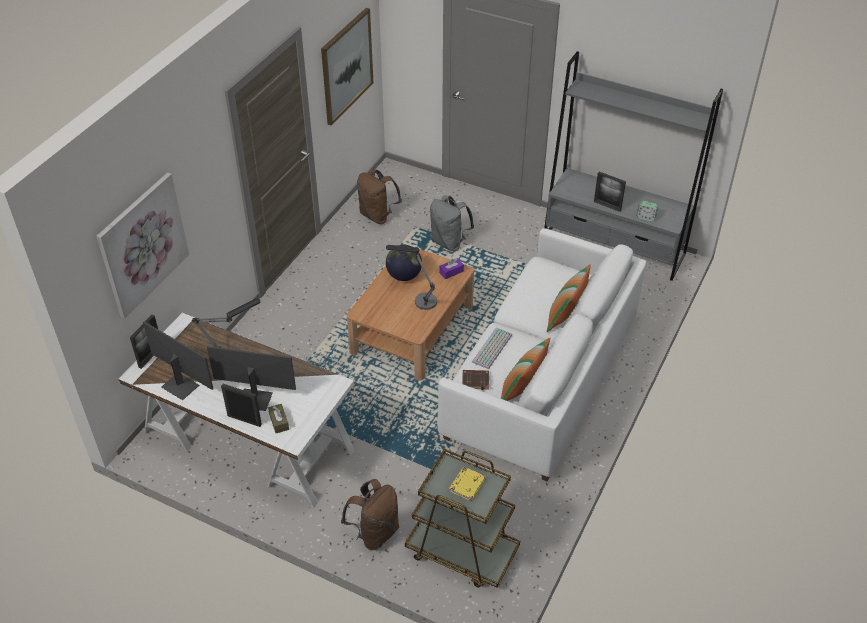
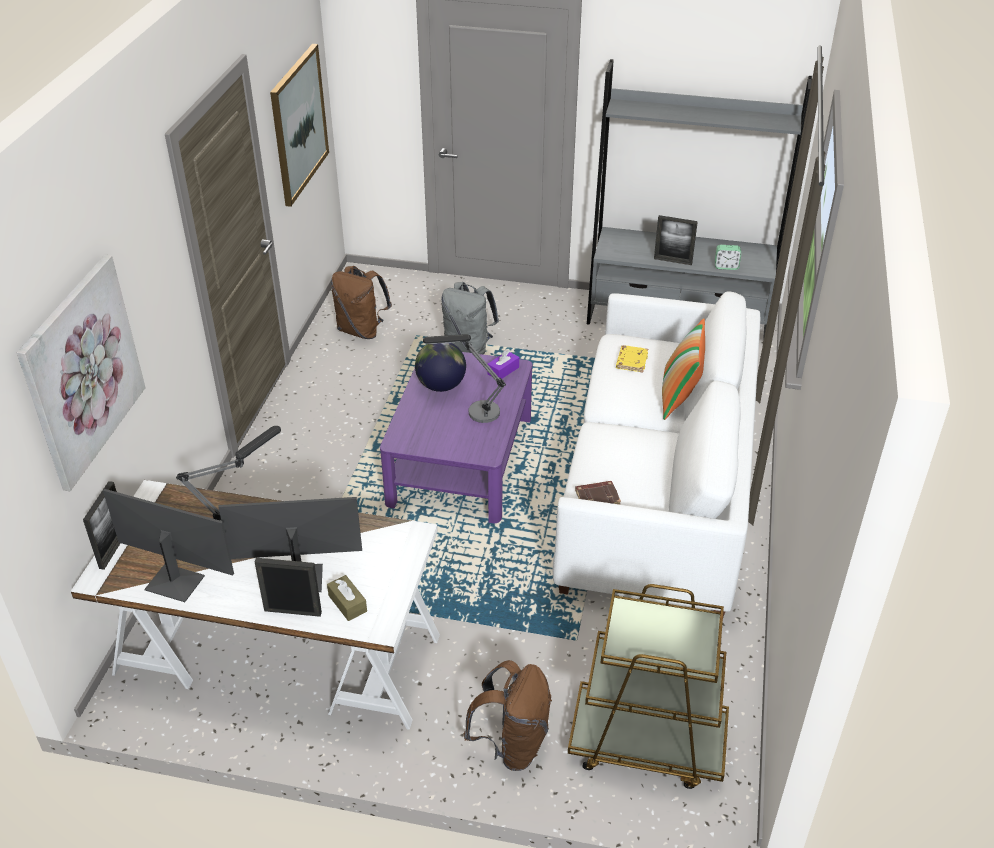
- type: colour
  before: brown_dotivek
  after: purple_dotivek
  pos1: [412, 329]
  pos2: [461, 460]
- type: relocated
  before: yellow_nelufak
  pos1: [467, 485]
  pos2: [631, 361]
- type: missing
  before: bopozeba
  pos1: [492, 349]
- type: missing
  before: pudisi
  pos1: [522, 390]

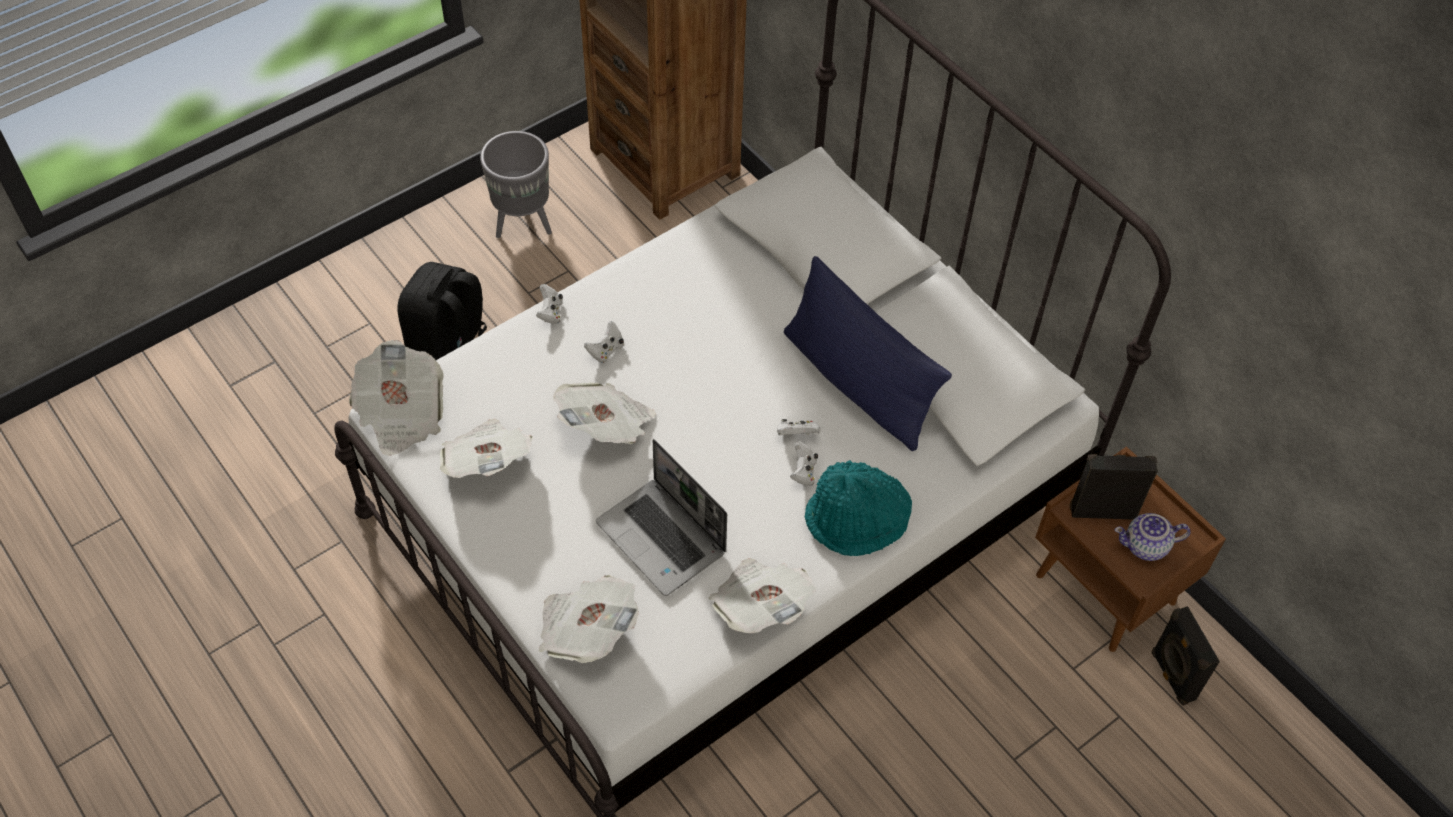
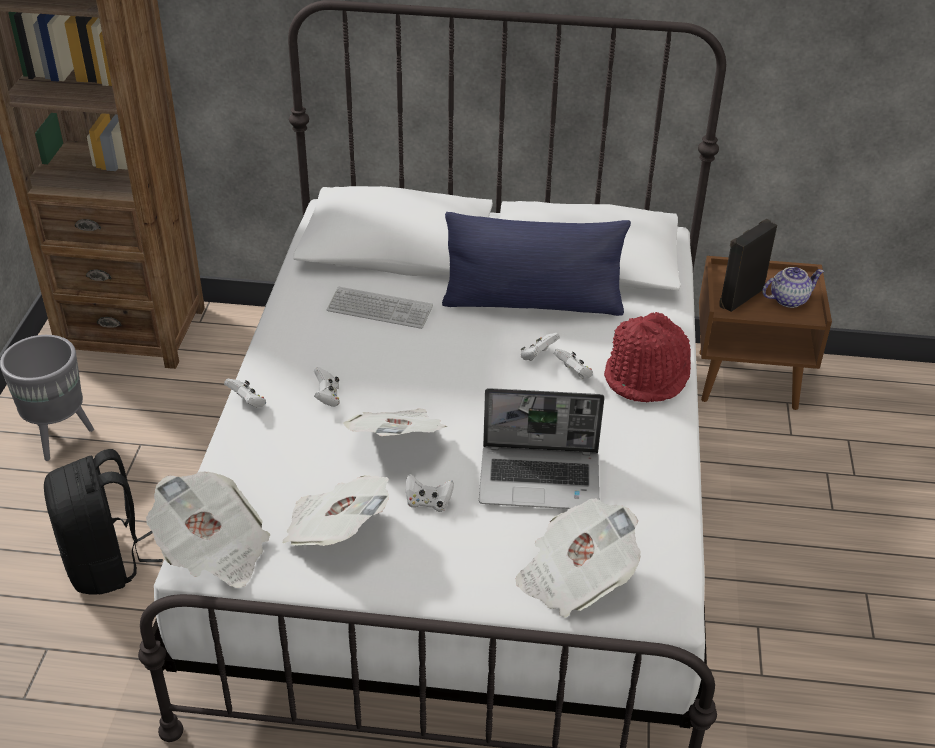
- type: missing
  before: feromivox
  pos1: [760, 606]
- type: colour
  before: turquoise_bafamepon
  after: red_bafamepon
  pos1: [856, 521]
  pos2: [647, 376]
- type: spun
  before: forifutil
  pos1: [1145, 547]
  pos2: [788, 299]
  turn: -150
- type: missing
  before: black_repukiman
  pos1: [1171, 676]
- type: appeared
  after: bopozeba
  pos2: [380, 309]
- type: appeared
  after: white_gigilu
  pos2: [428, 503]

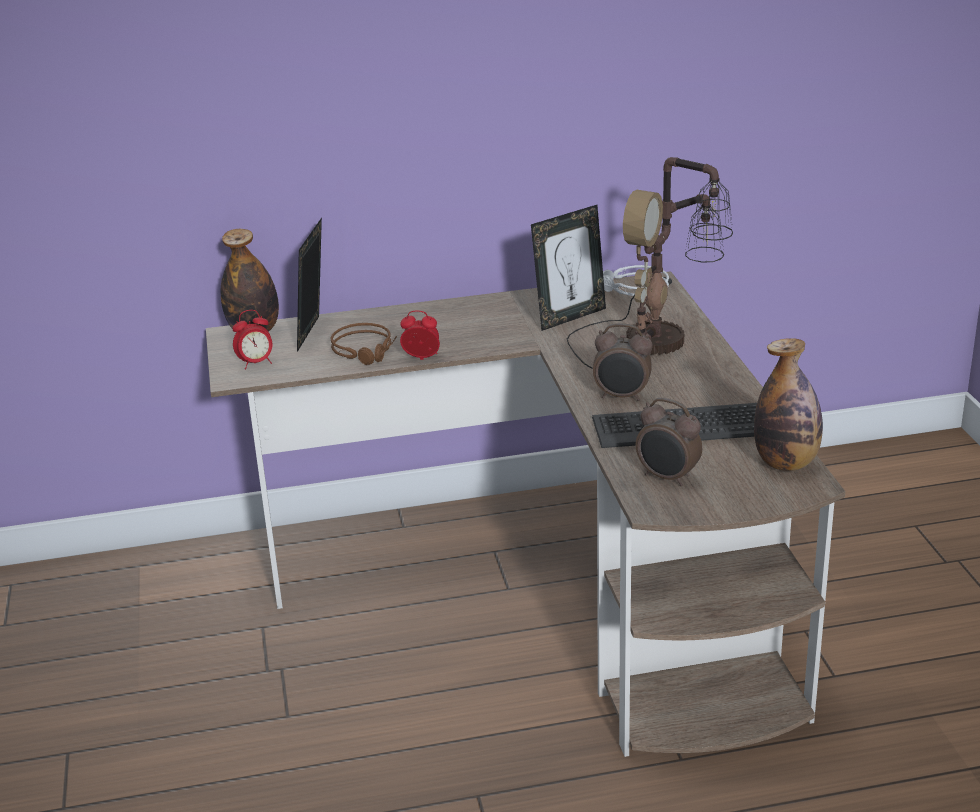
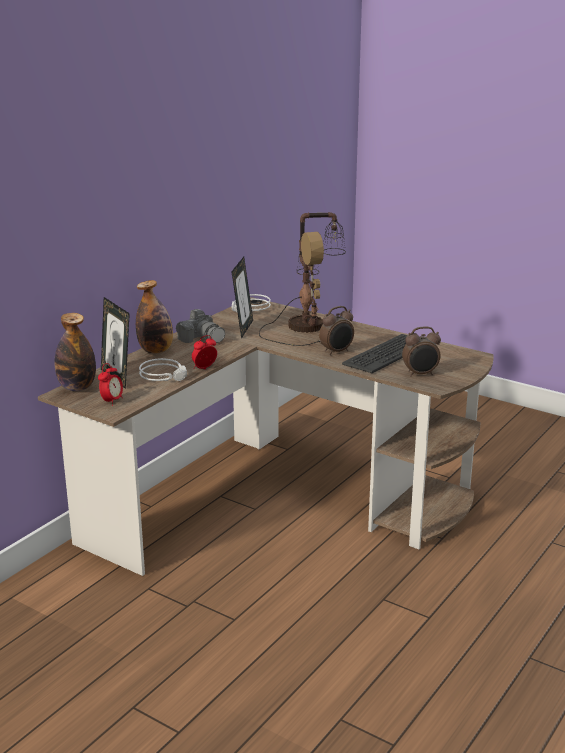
- type: colour
  before: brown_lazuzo
  after: grey_lazuzo
  pos1: [366, 350]
  pos2: [165, 375]
- type: relocated
  before: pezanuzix
  pos1: [786, 463]
  pos2: [156, 351]
- type: appeared
  after: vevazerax
  pos2: [202, 338]

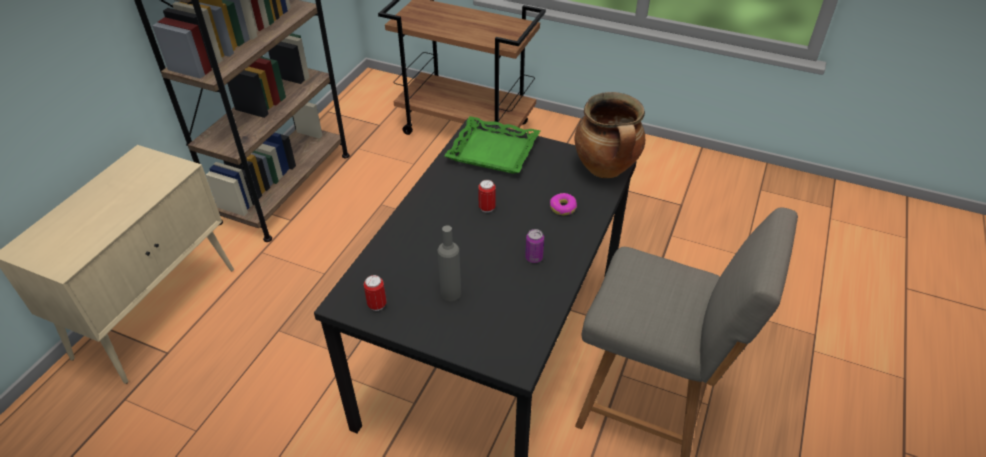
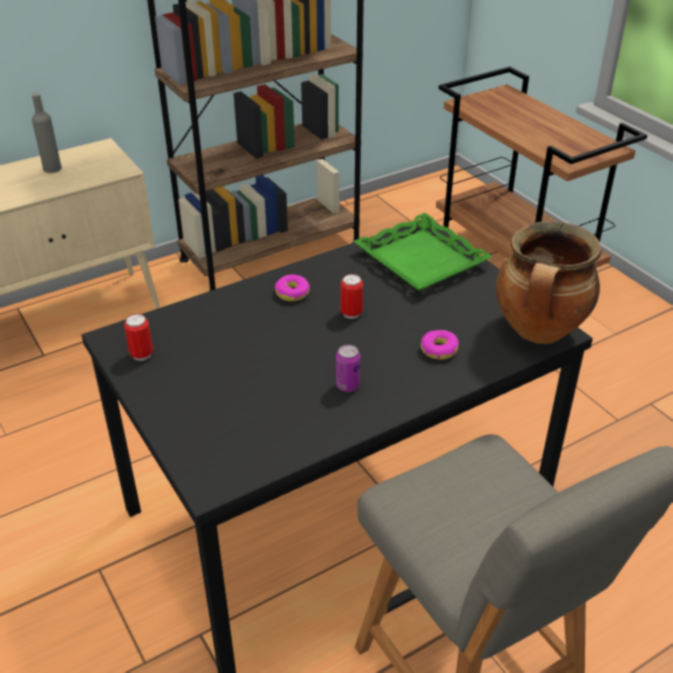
- type: relocated
  before: grey_pezanuzix
  pos1: [451, 293]
  pos2: [52, 168]
- type: appeared
  after: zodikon
  pos2: [292, 293]

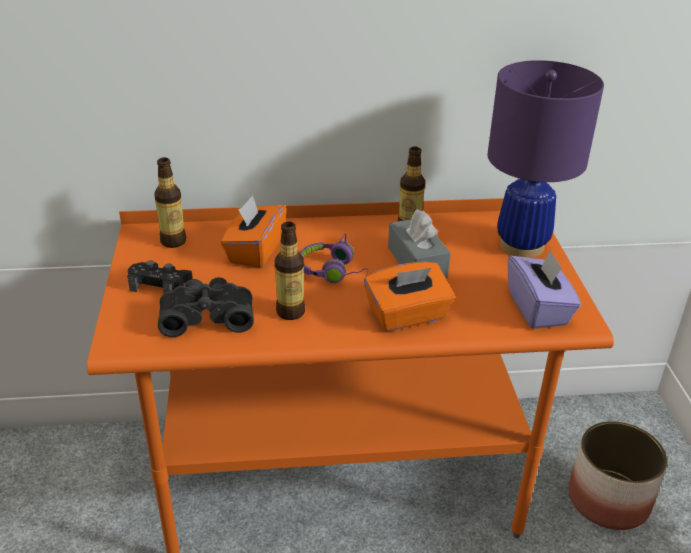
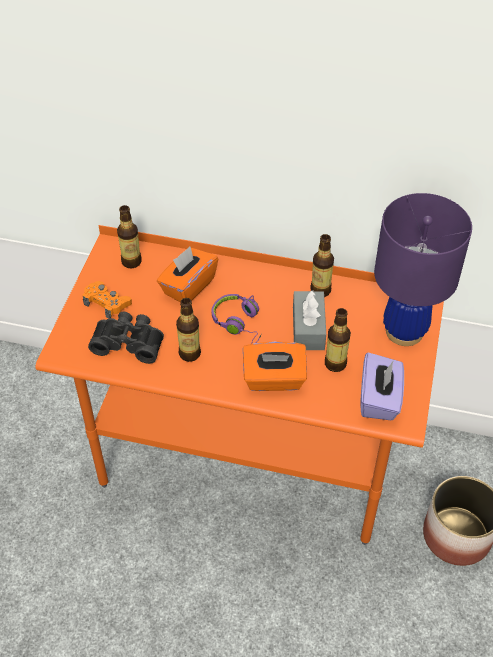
- type: colour
  before: black_gigilu
  after: orange_gigilu
  pos1: [160, 284]
  pos2: [107, 303]
- type: appeared
  after: pezanuzix
  pos2: [335, 364]

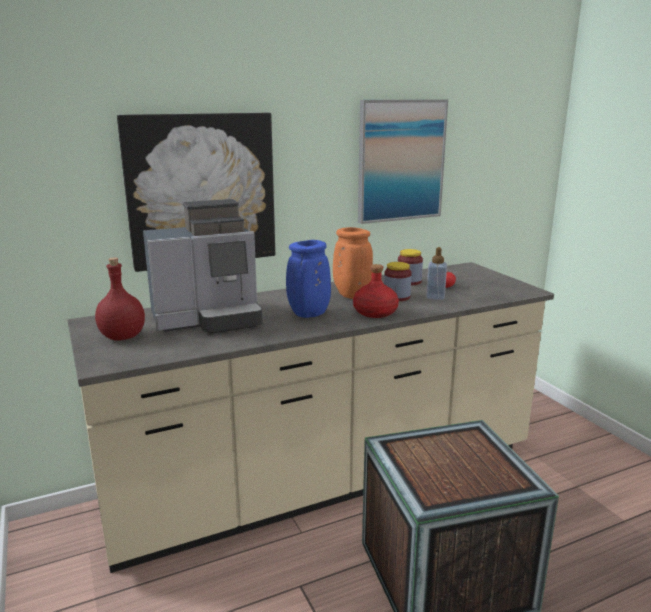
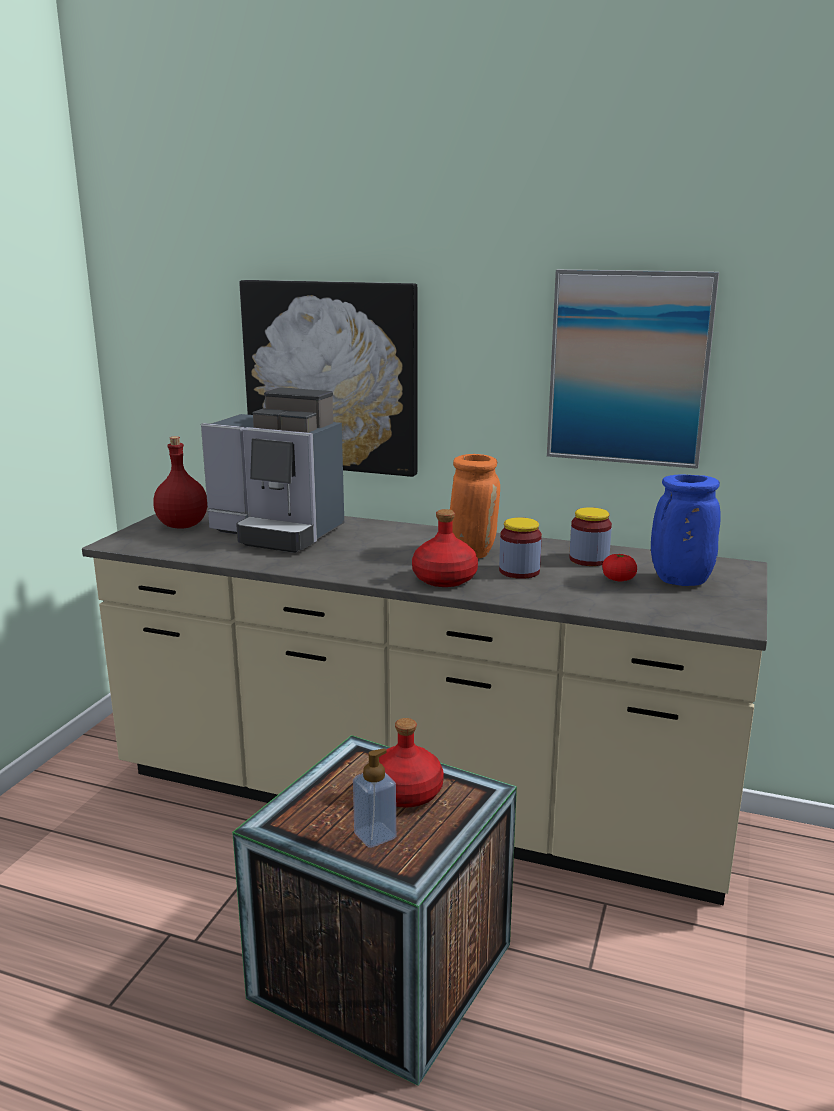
- type: relocated
  before: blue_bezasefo
  pos1: [308, 314]
  pos2: [679, 581]
- type: relocated
  before: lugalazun
  pos1: [435, 297]
  pos2: [375, 835]
- type: appeared
  after: red_pezanuzix
  pos2: [406, 793]

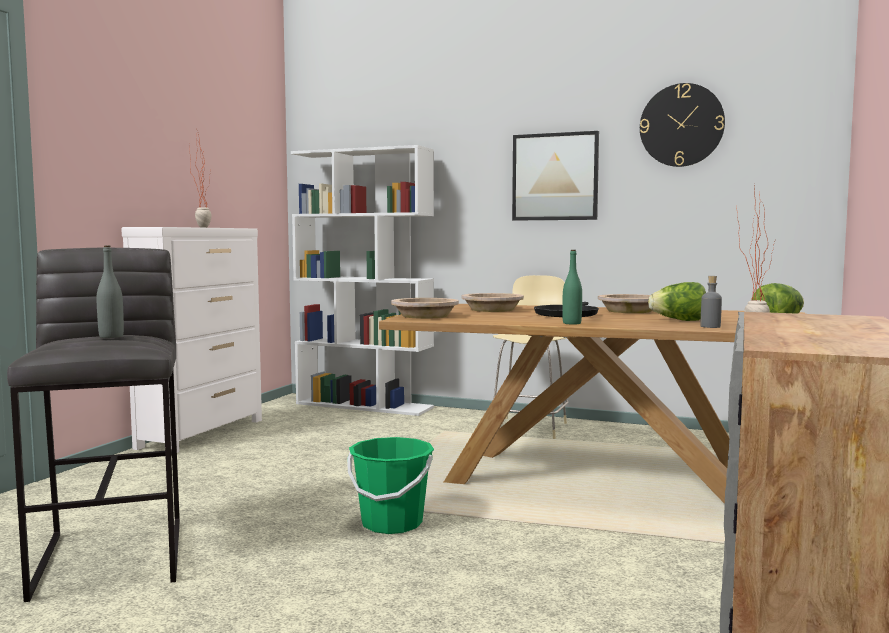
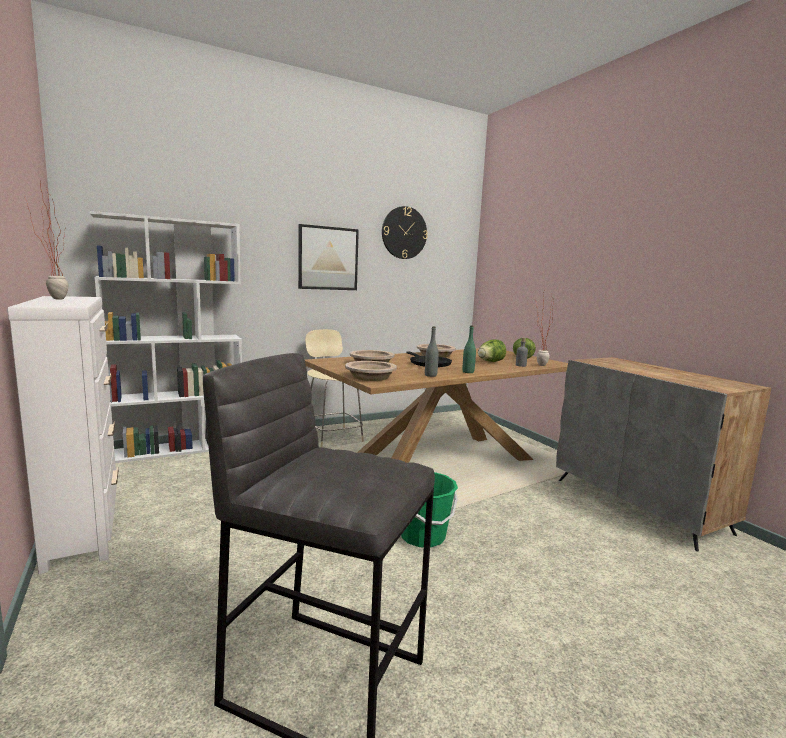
- type: relocated
  before: grey_pezanuzix
  pos1: [111, 336]
  pos2: [430, 375]

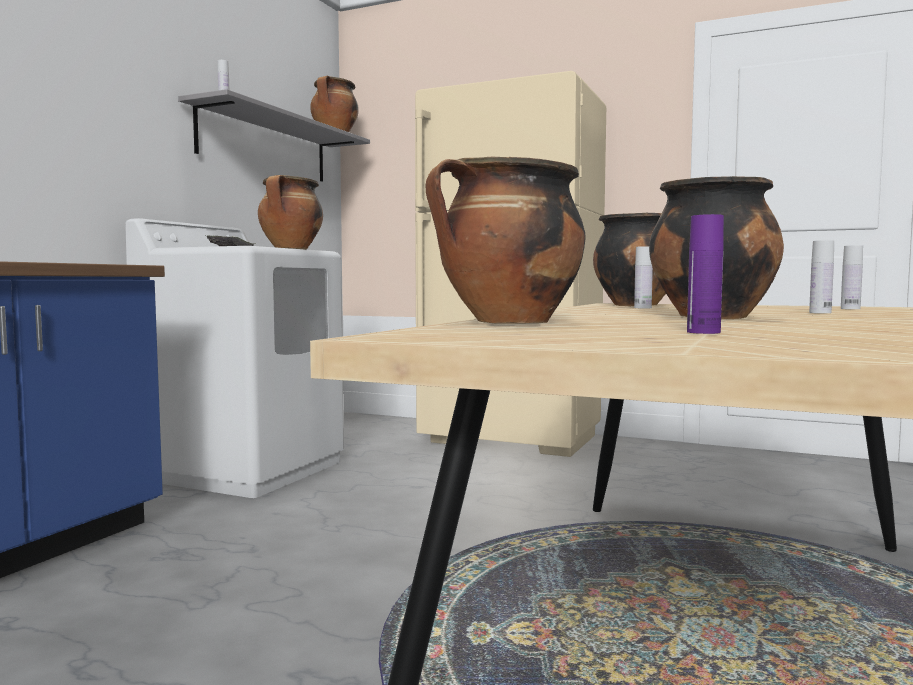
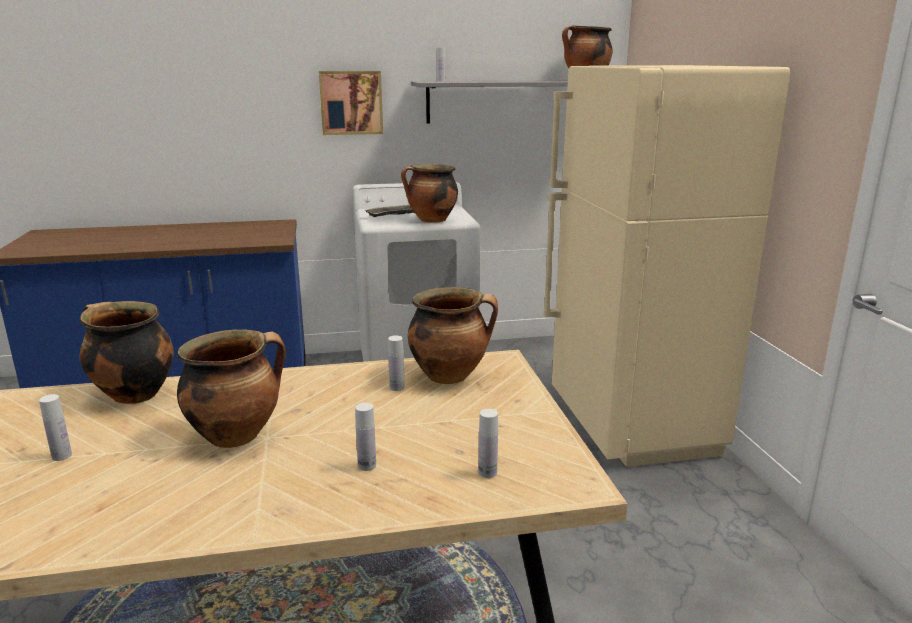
- type: colour
  before: purple_pezanuzix
  after: white_pezanuzix
  pos1: [703, 332]
  pos2: [62, 456]
- type: appeared
  after: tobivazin
  pos2: [351, 102]

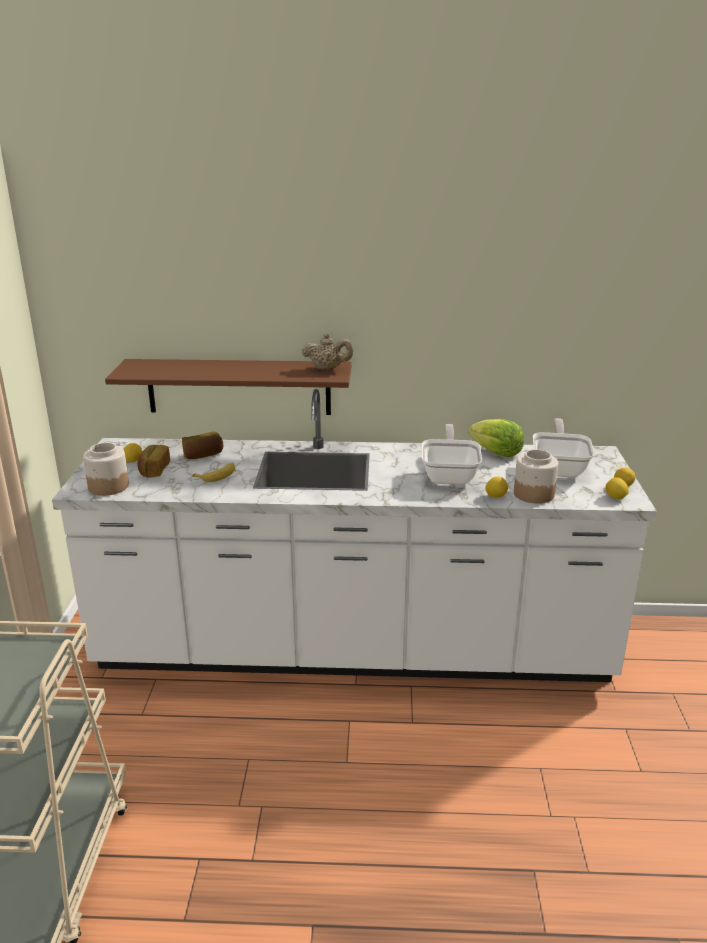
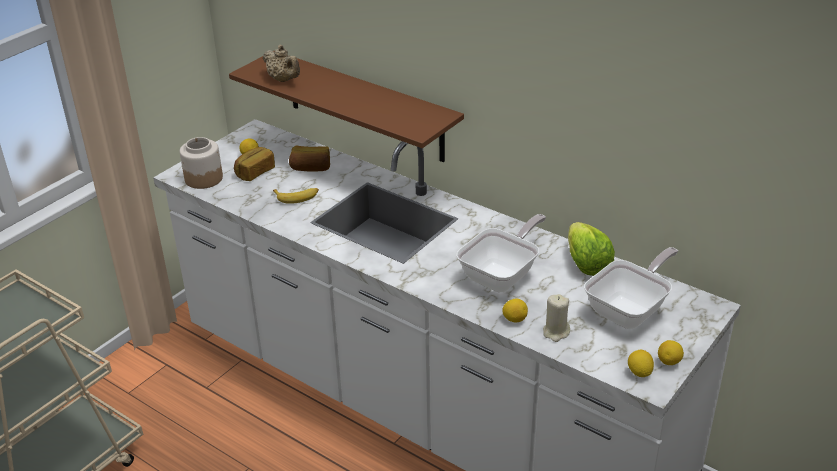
- type: relocated
  before: beige_forifutil
  pos1: [327, 369]
  pos2: [284, 80]
- type: exchanged
  before: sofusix
  after: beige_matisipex
  pos1: [533, 494]
  pos2: [556, 332]

